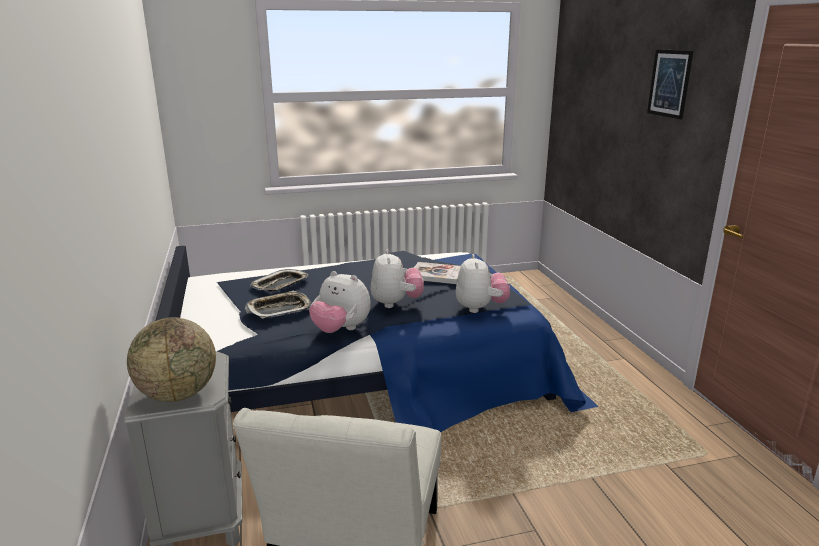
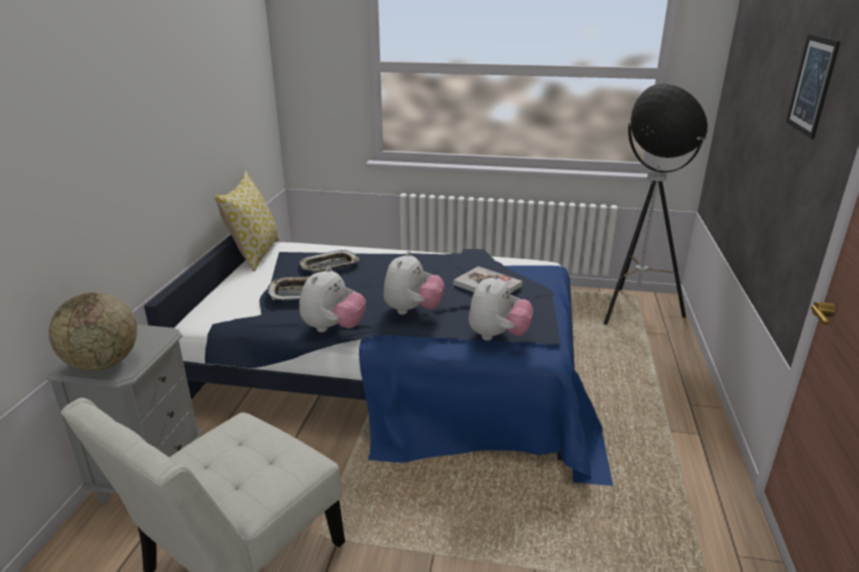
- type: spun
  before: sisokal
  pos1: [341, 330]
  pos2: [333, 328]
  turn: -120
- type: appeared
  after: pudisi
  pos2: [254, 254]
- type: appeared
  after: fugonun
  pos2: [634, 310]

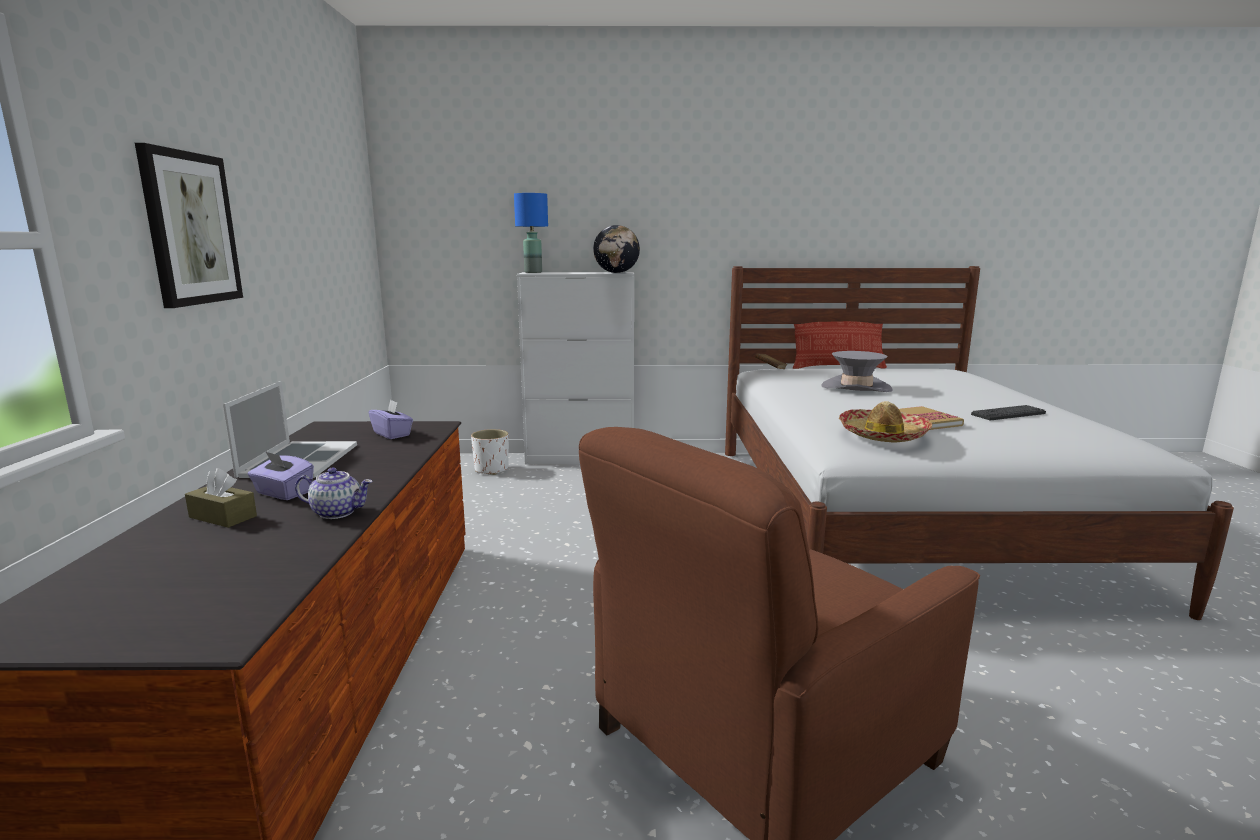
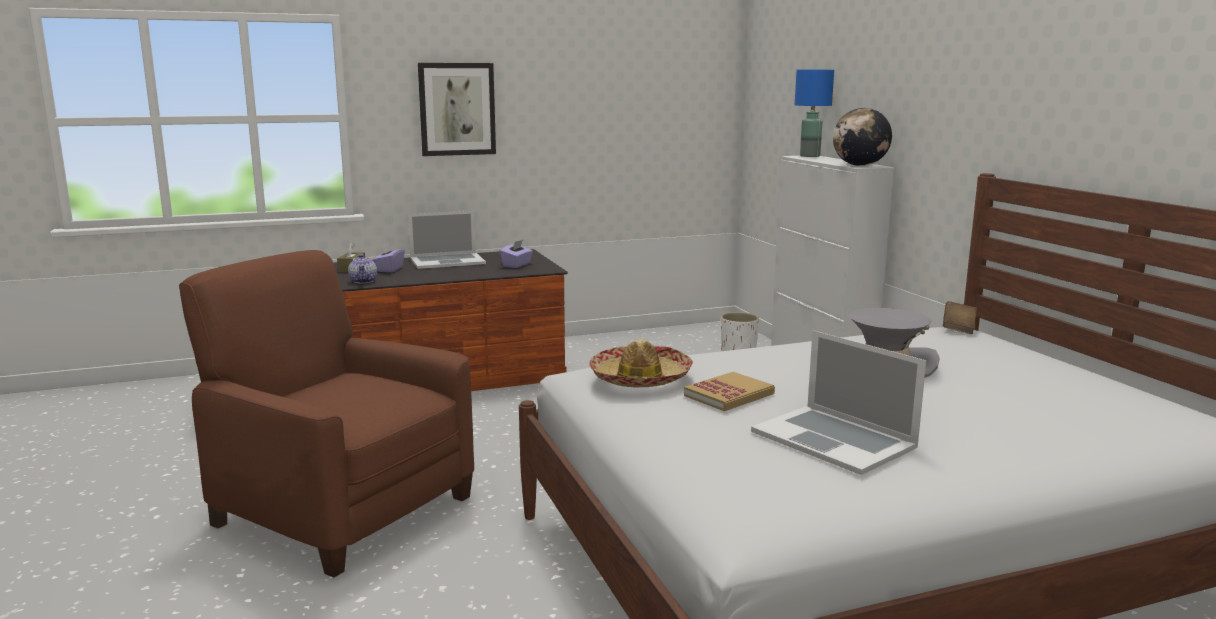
- type: missing
  before: pudisi
  pos1: [837, 367]
- type: exchanged
  before: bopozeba
  after: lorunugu
  pos1: [1008, 414]
  pos2: [834, 439]

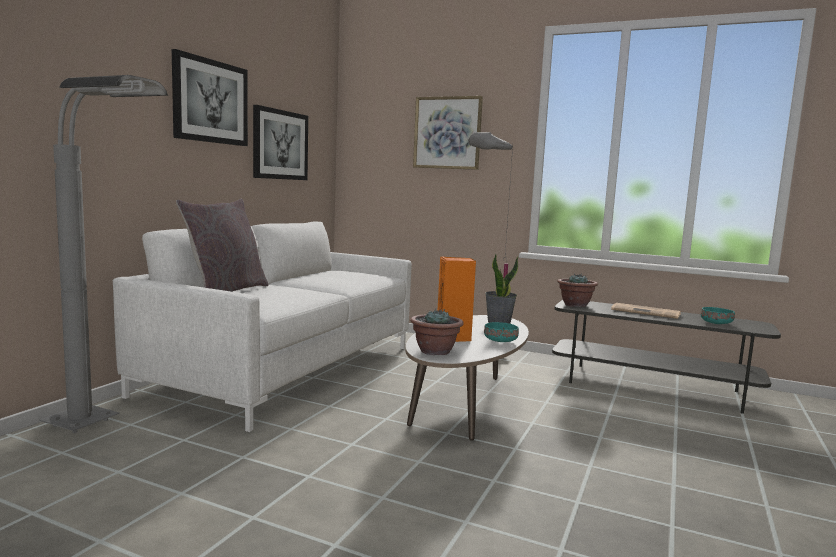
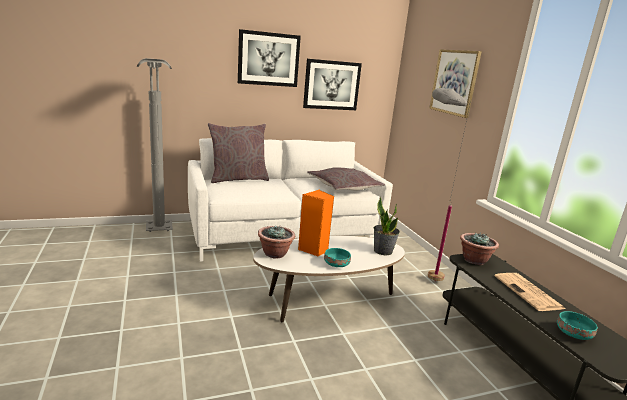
- type: appeared
  after: grey_pudisi
  pos2: [344, 186]

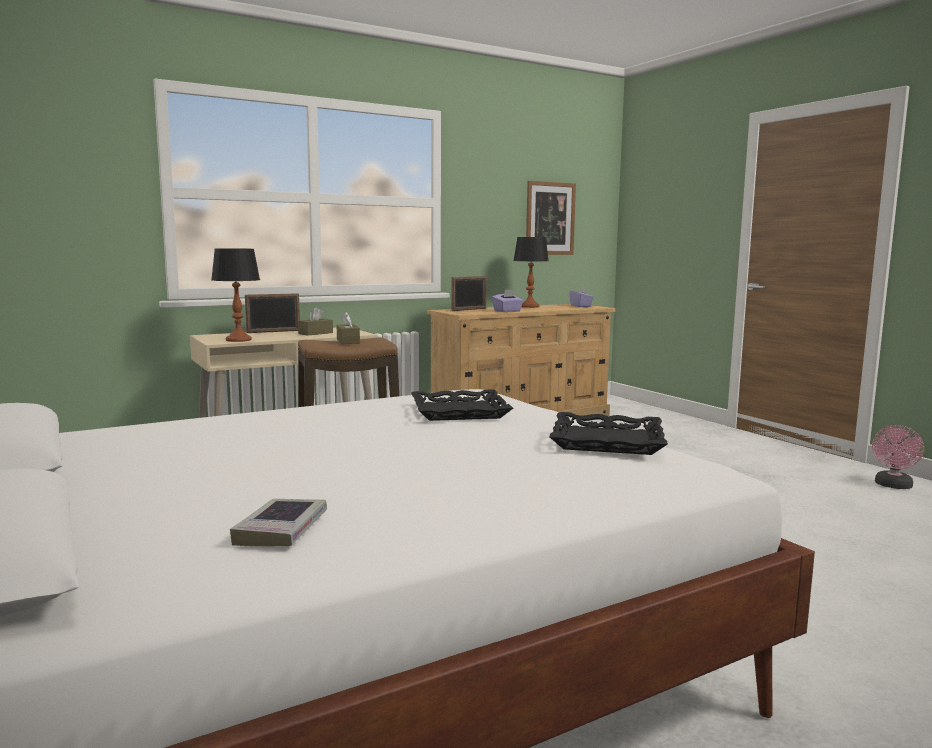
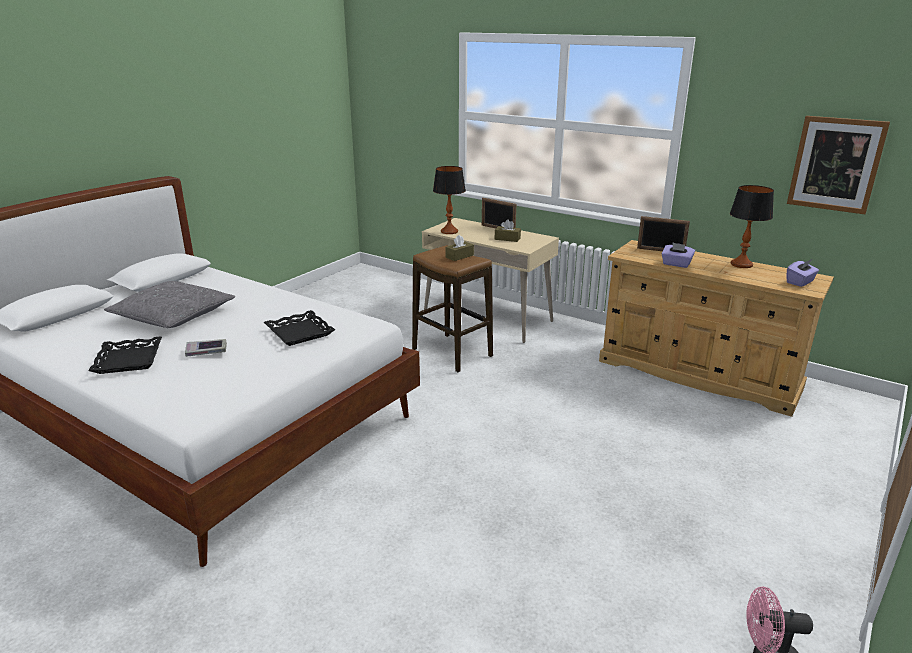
- type: relocated
  before: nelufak
  pos1: [281, 530]
  pos2: [206, 351]
- type: relocated
  before: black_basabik
  pos1: [607, 441]
  pos2: [129, 360]
- type: appeared
  after: grey_pudisi
  pos2: [173, 316]

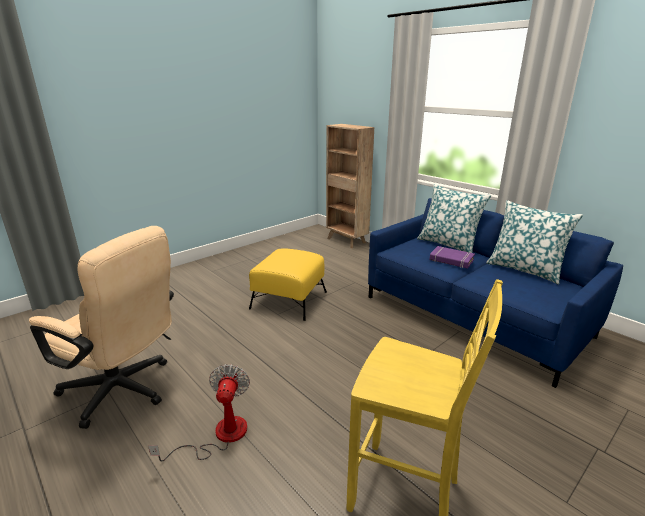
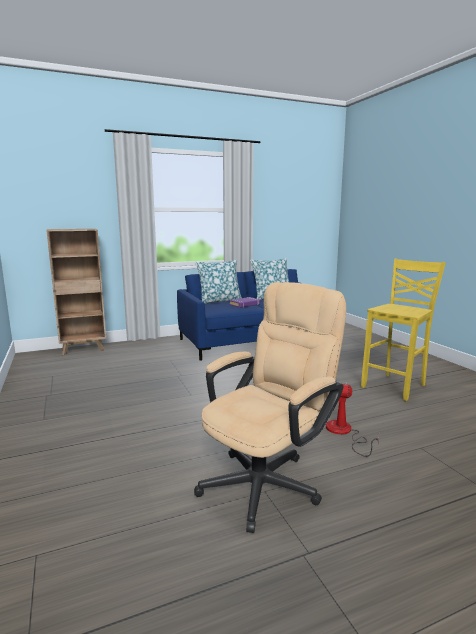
- type: missing
  before: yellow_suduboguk
  pos1: [288, 300]

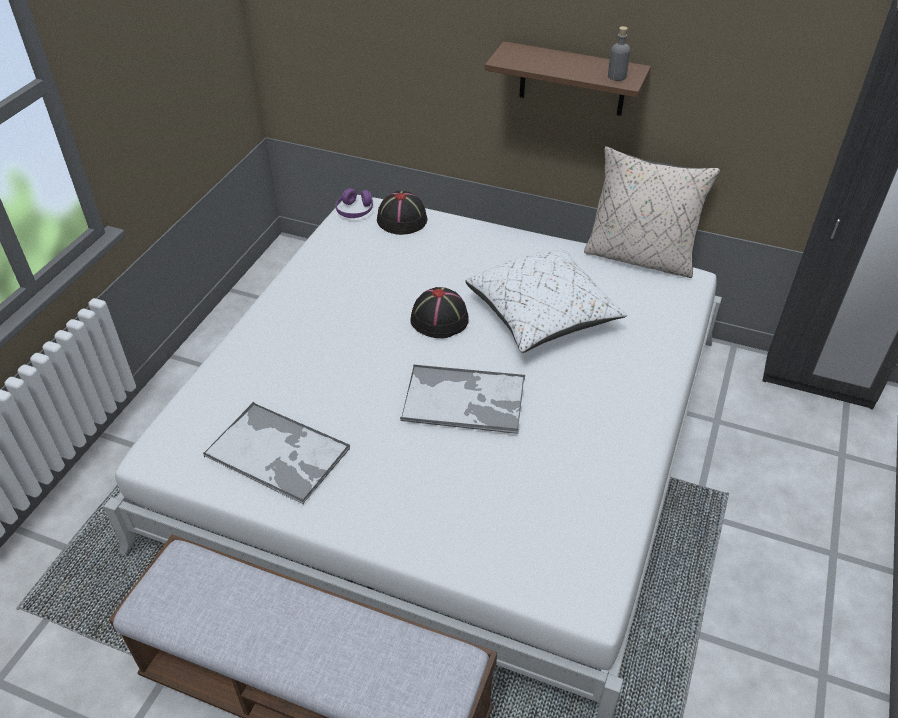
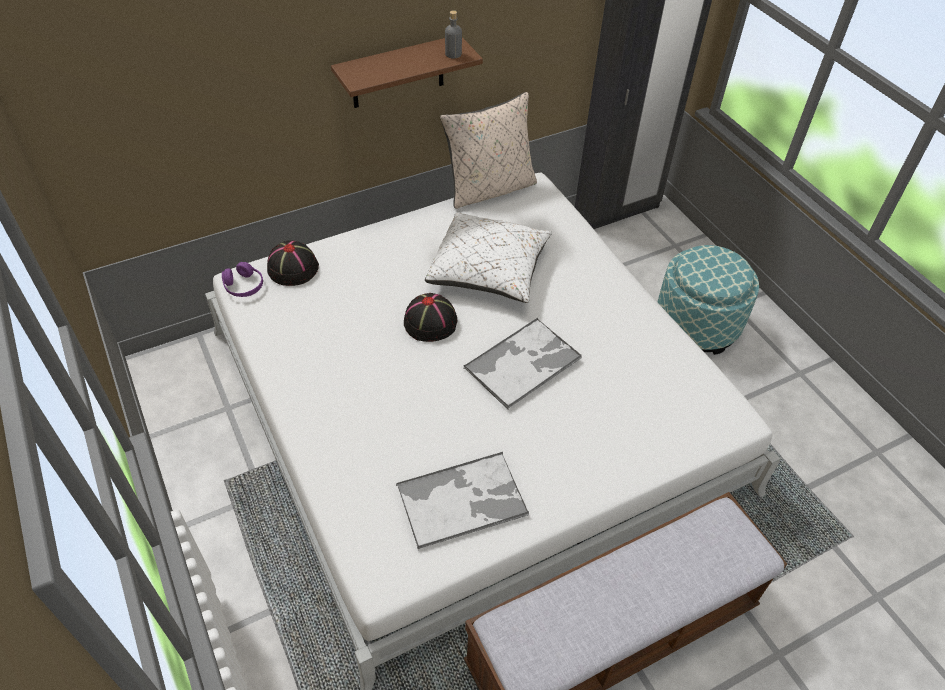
- type: appeared
  after: suduboguk
  pos2: [696, 324]

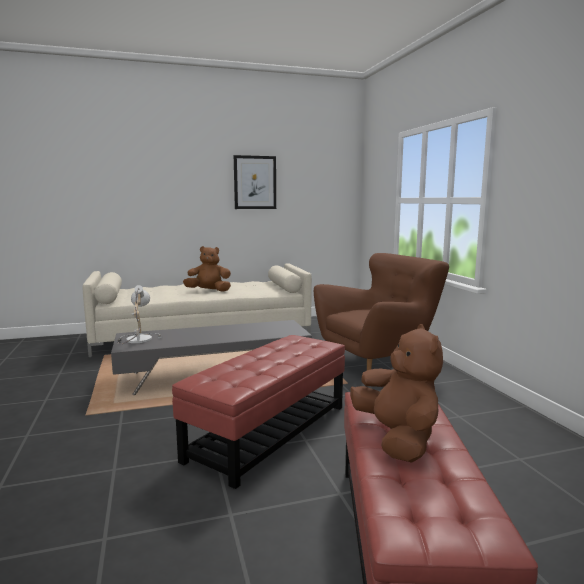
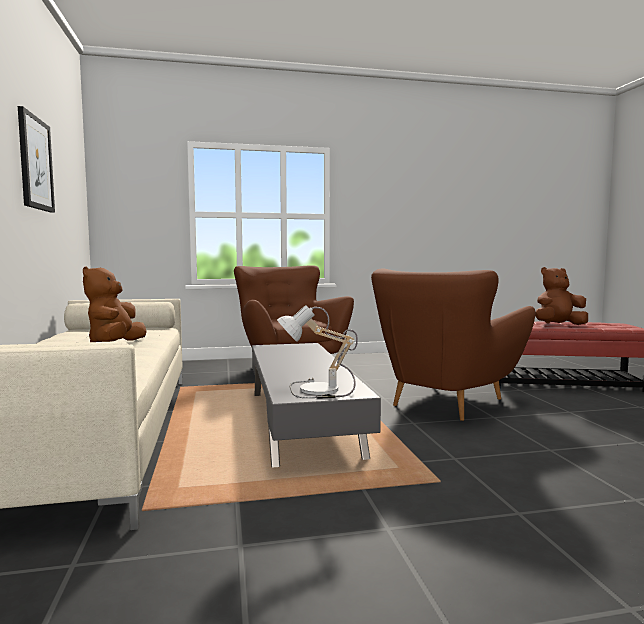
- type: exchanged
  before: red_suduboguk
  after: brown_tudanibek
  pos1: [269, 431]
  pos2: [445, 402]

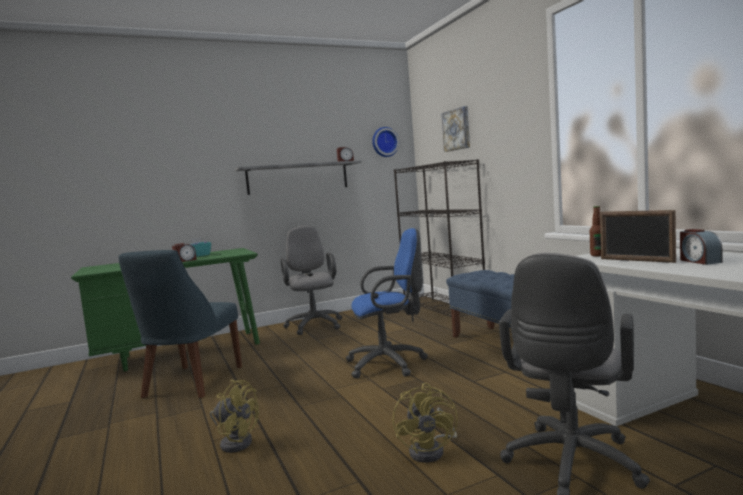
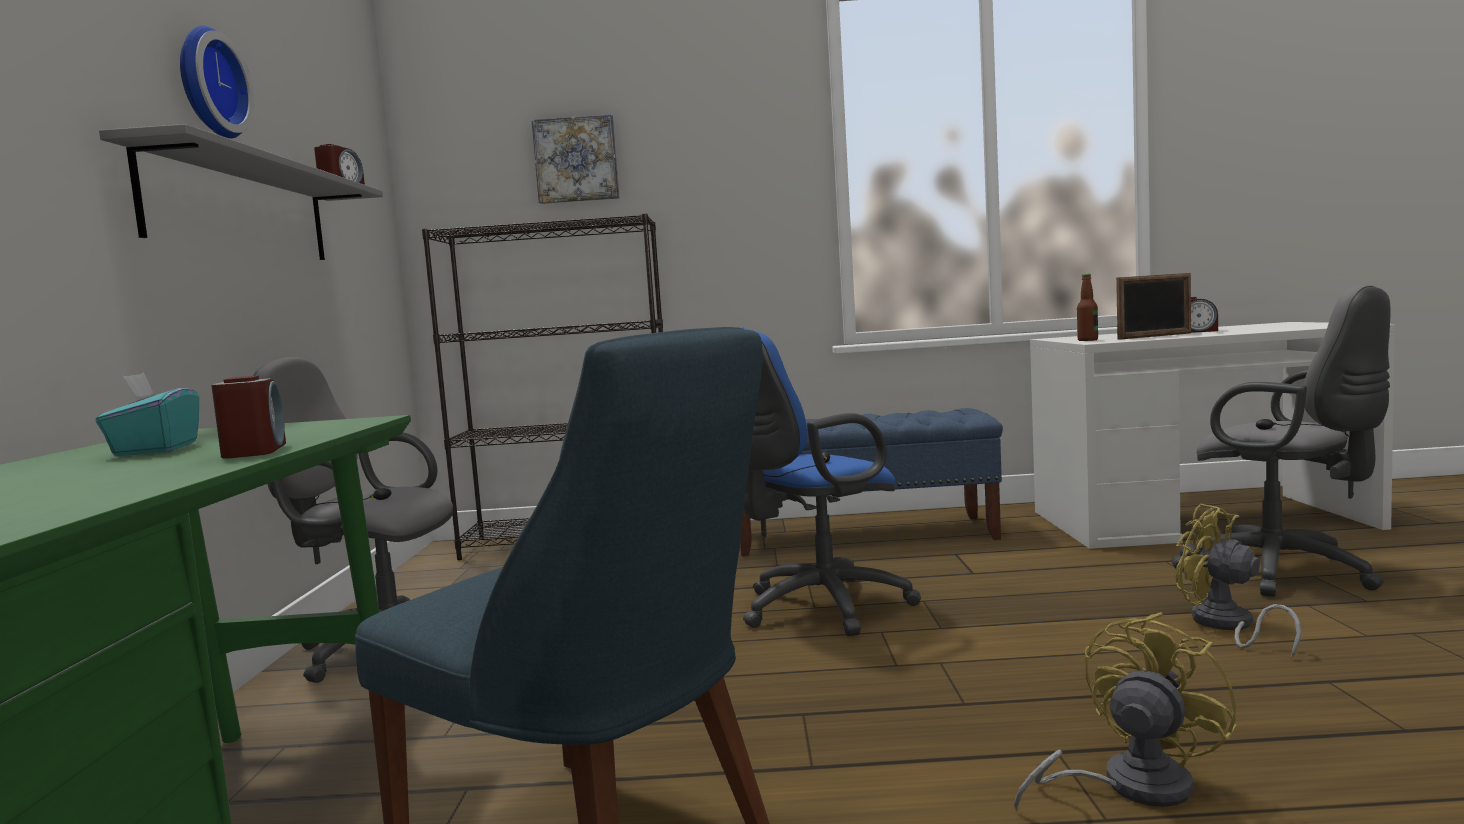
- type: spun
  before: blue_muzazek
  pos1: [390, 364]
  pos2: [816, 609]
  turn: -135
- type: relocated
  before: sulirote
  pos1: [384, 142]
  pos2: [207, 83]
- type: spun
  before: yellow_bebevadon
  pos1: [432, 450]
  pos2: [1226, 626]
  turn: -150

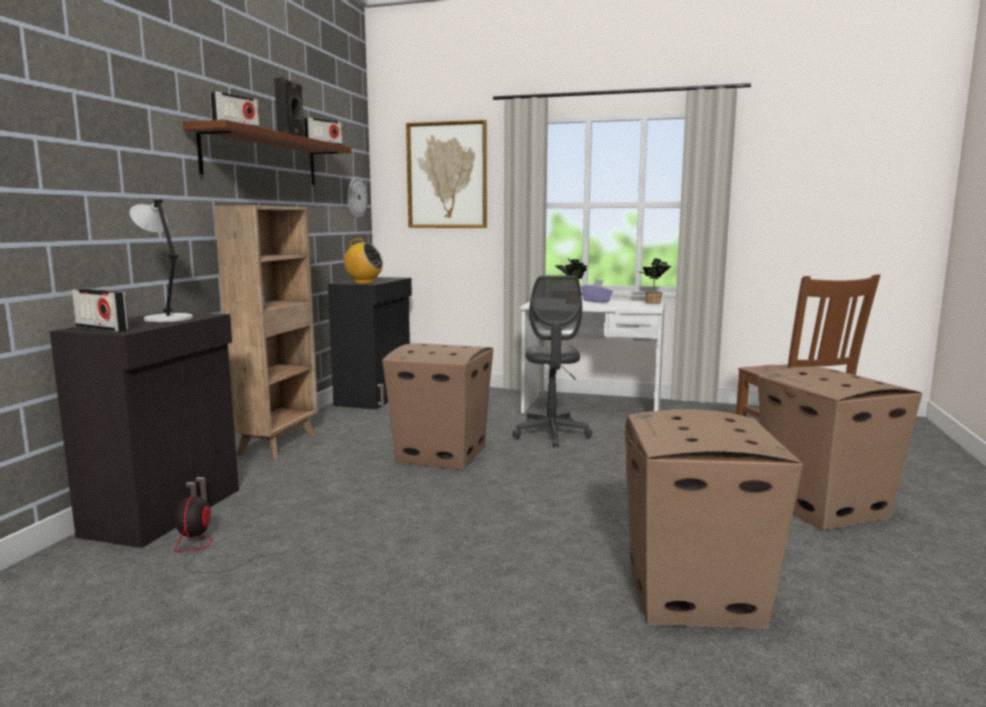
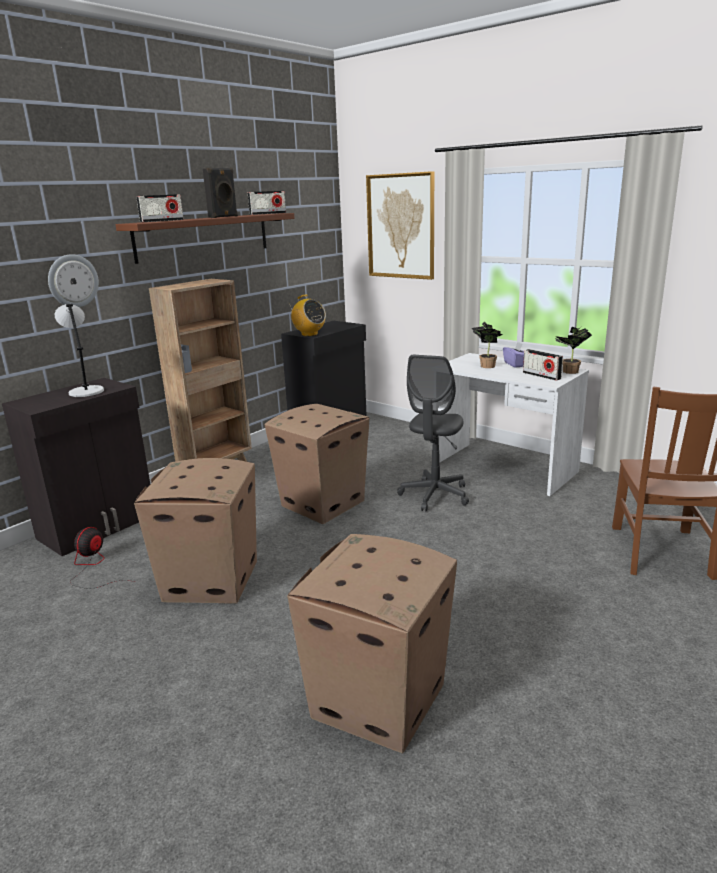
- type: relocated
  before: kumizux
  pos1: [101, 328]
  pos2: [541, 376]
- type: relocated
  before: sulirote
  pos1: [356, 197]
  pos2: [73, 281]
- type: relocated
  before: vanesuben
  pos1: [824, 507]
  pos2: [210, 581]

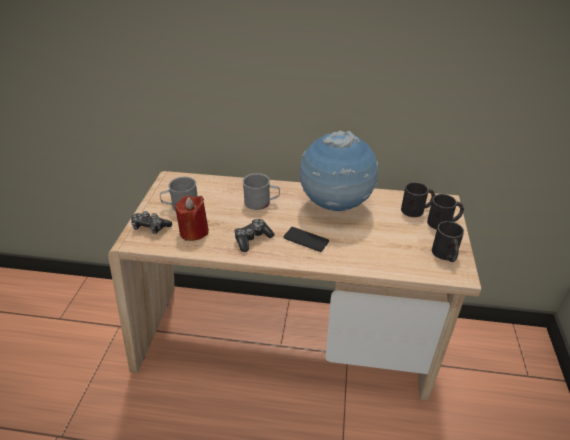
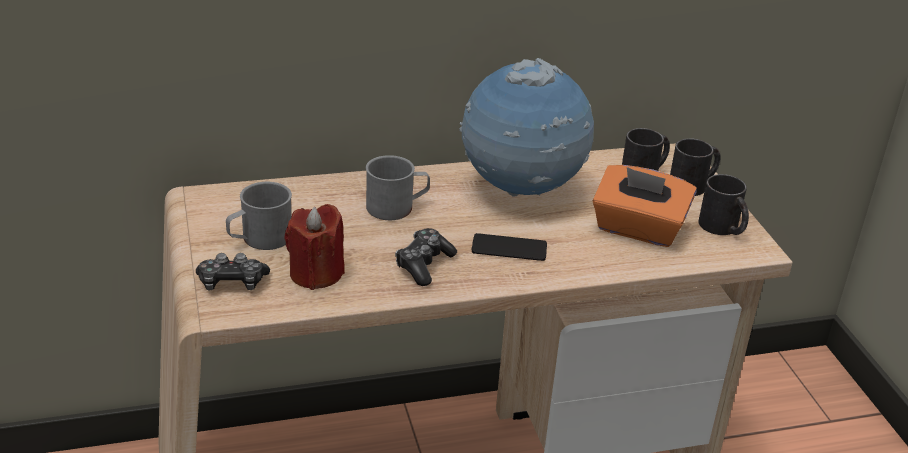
- type: appeared
  after: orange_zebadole
  pos2: [638, 229]

